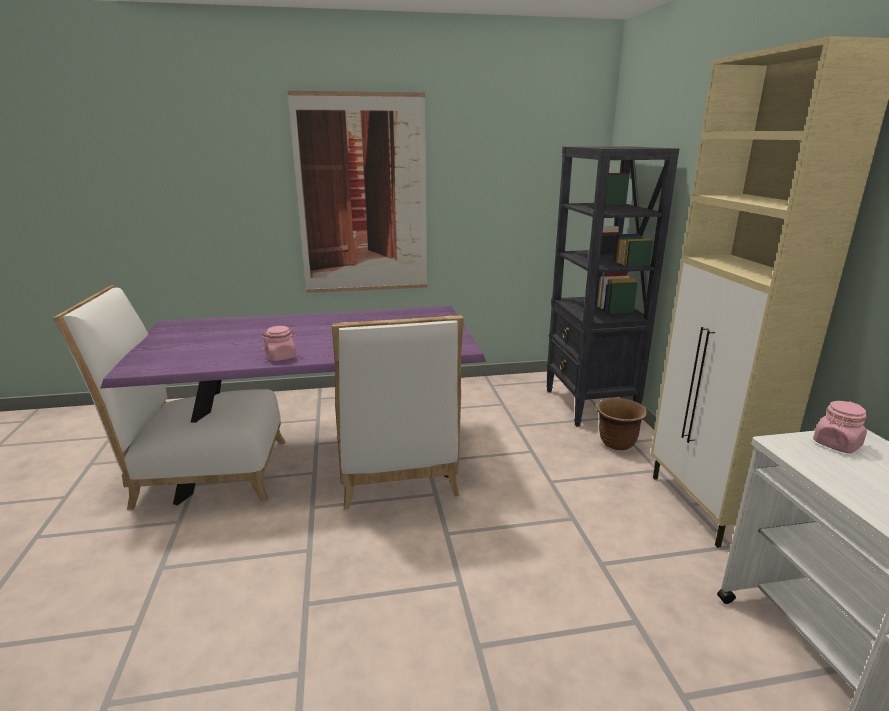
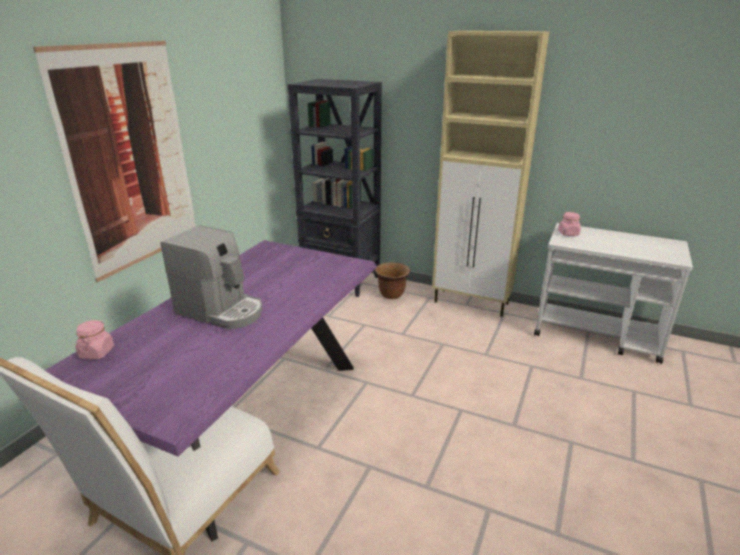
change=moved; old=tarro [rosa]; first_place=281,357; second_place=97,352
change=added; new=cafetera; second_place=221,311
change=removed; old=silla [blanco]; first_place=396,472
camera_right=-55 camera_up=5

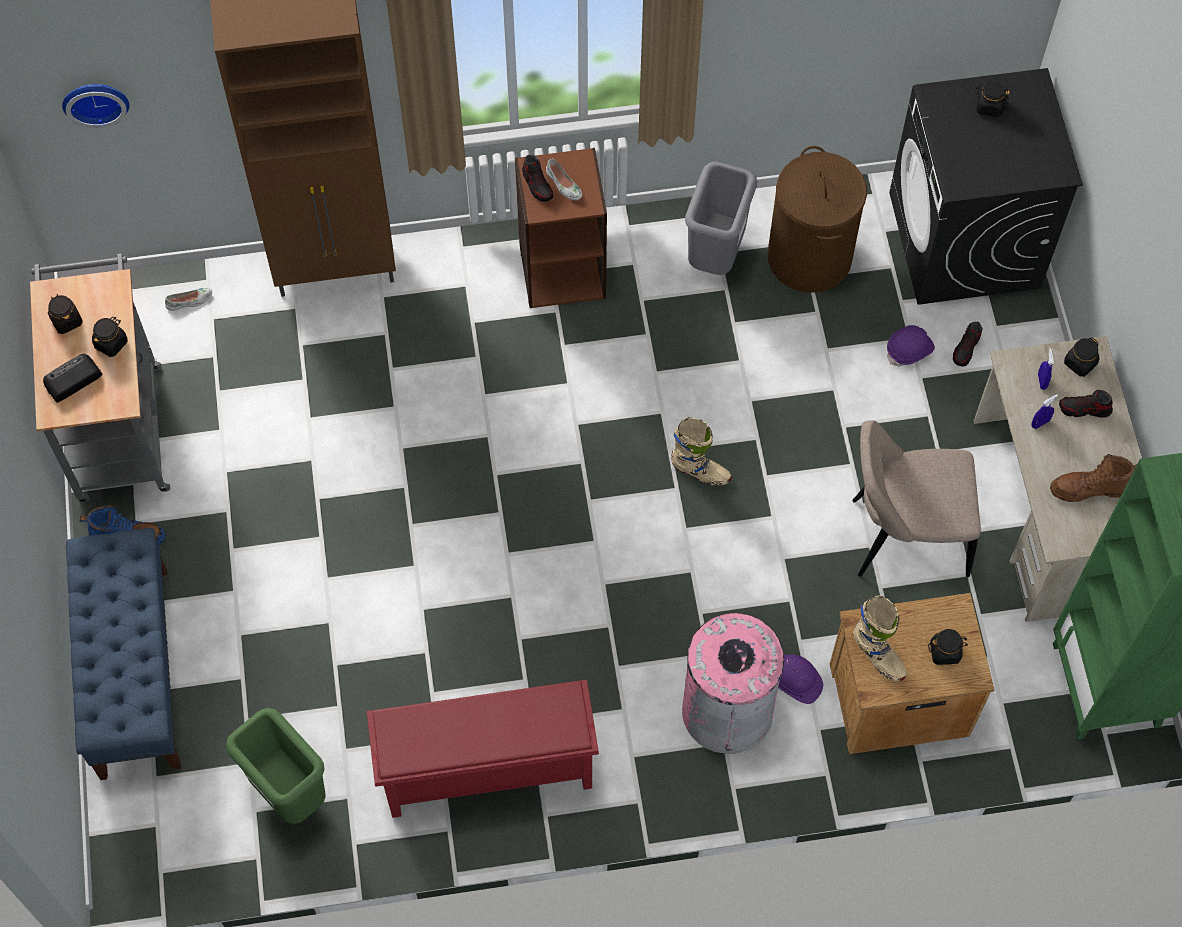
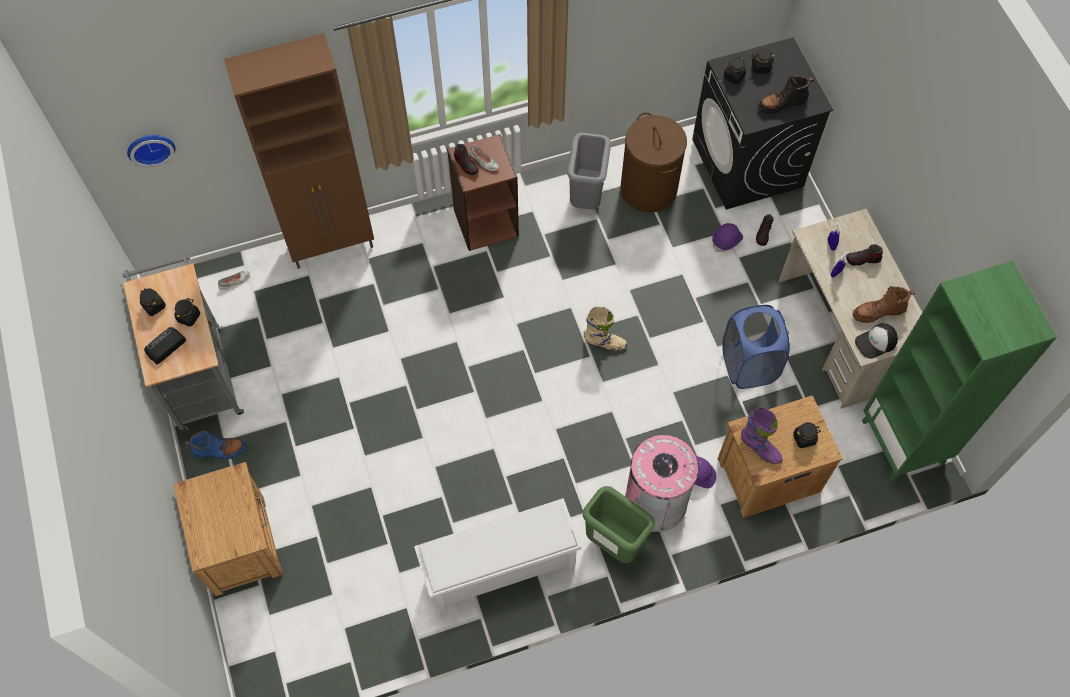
change=replaced; old=banco [azul]; new=mesita de noche [marrón]; first_place=134,672; second_place=240,544
change=recoloured; old=zapatero [rojo]; new=zapatero [blanco]; first_place=486,772; second_place=499,572
change=moved; old=papelera [verde]; first_place=288,793; second_place=613,543
change=replaced; old=silla [beis]; new=cesto de la ropa [azul]; first_place=903,537; second_place=748,365
change=moved; old=tarro [negro]; first_place=1080,363; second_place=734,76
change=recoloured; old=bota [beis]; new=bota [morado]; first_place=878,656; second_place=760,448
change=added; new=bota [negro]; second_place=782,103
change=added; new=gorra; second_place=876,342
camera_right=-10 camera_up=0

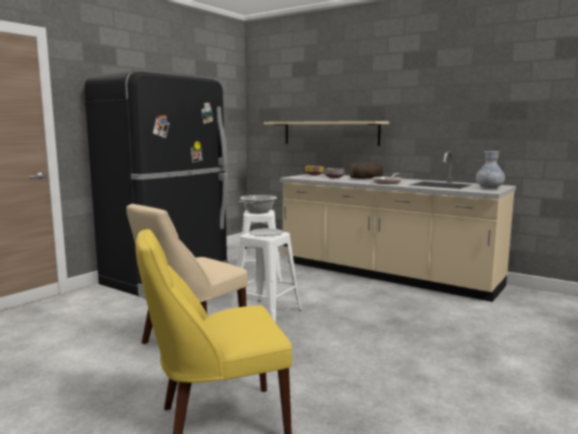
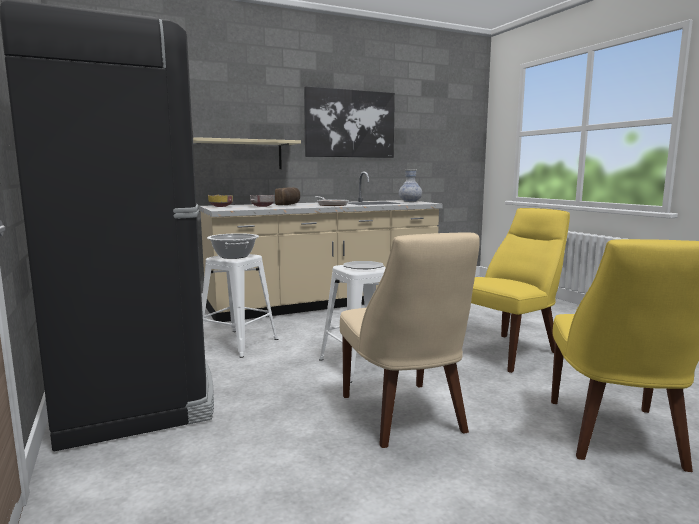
change=added; new=cuadro; second_place=350,124
change=added; new=silla [amarillo]; second_place=509,351
camera_right=-60 camera_up=0

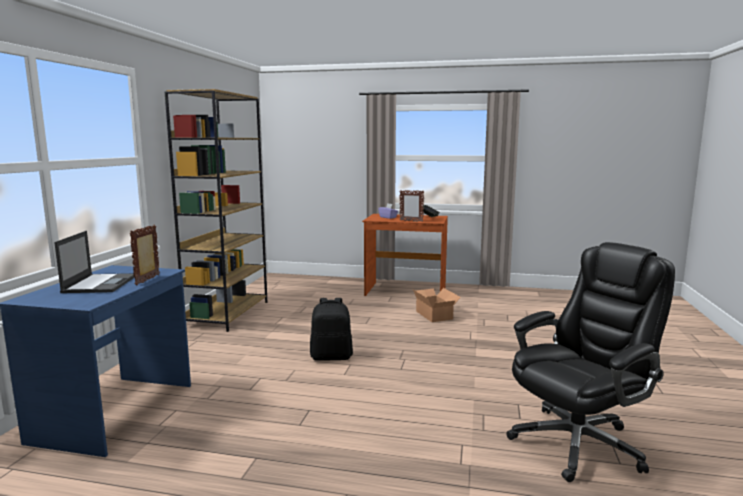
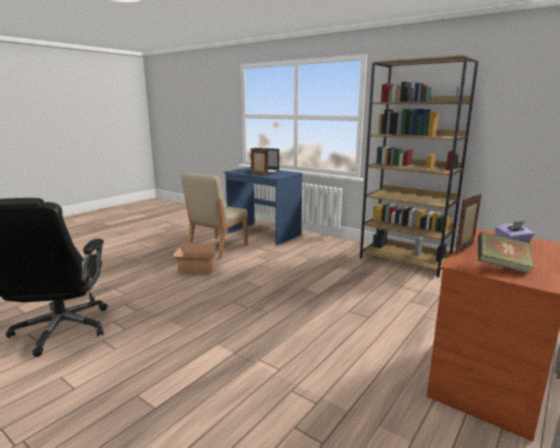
change=moved; old=caja de cartón; first_place=435,314; second_place=198,270
change=added; new=silla [beis]; second_place=217,247
change=removed; old=mochila [negro]; first_place=331,356
camera_right=115 camera_up=5

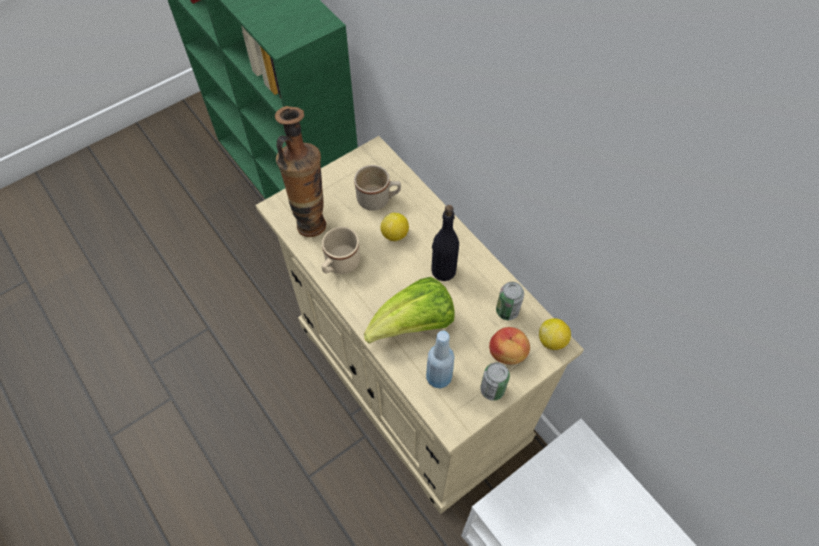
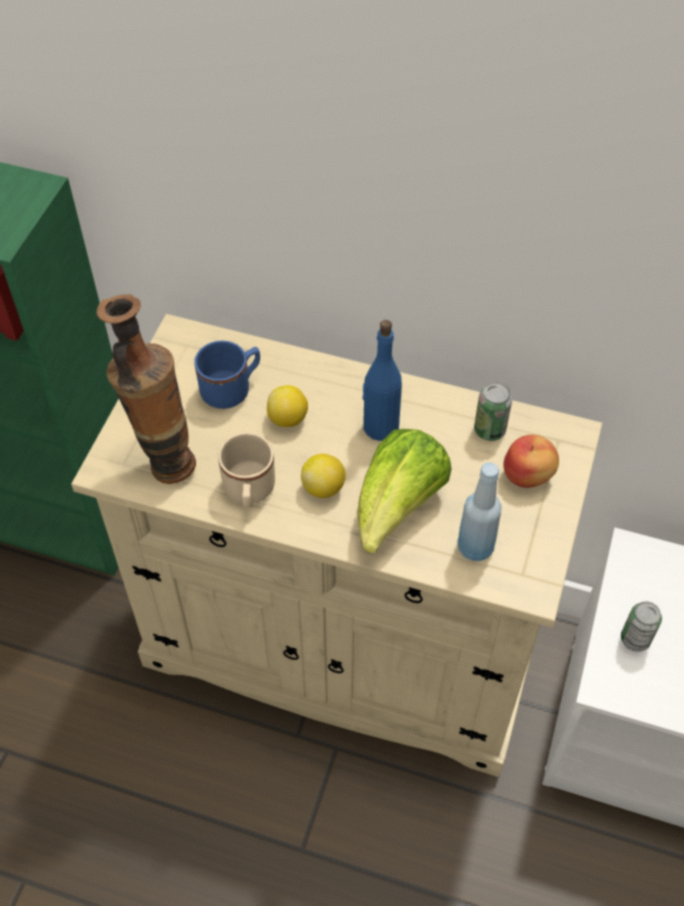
change=recoloured; old=taza grande [beis]; new=taza grande [azul]; first_place=378,199; second_place=232,389
change=moved; old=limón; first_place=552,340; second_place=324,487
change=recoloured; old=botella [negro]; new=botella [azul]; first_place=443,270; second_place=380,427
change=moved; old=lata; first_place=492,389; second_place=635,639
camera_right=-35 camera_up=-5

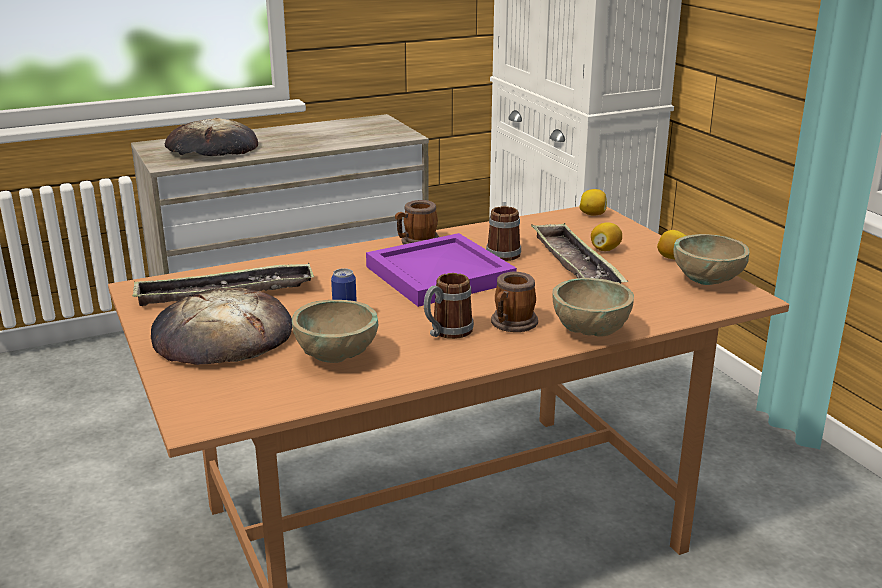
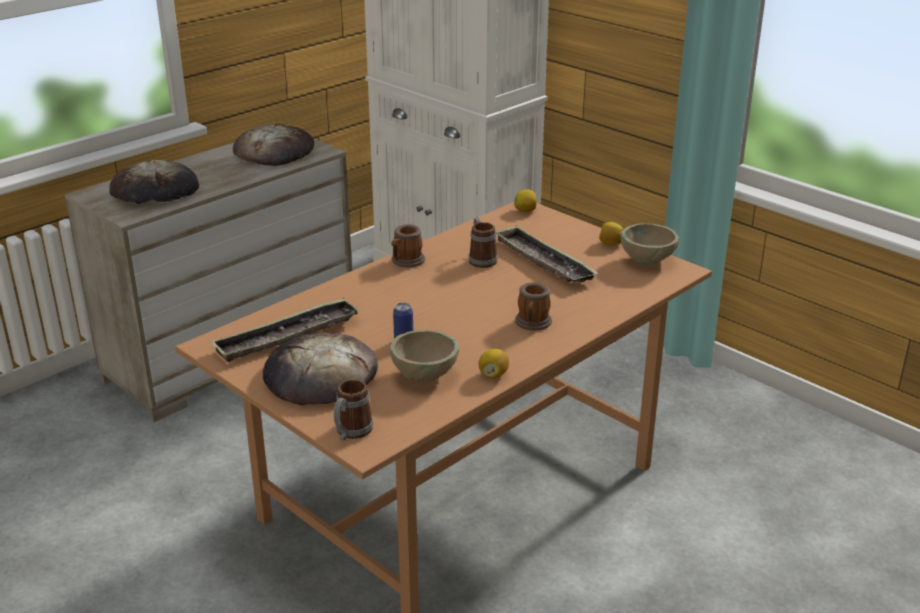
change=added; new=pan; second_place=274,151
change=moved; old=taza grande; first_place=446,333; second_place=350,433
change=moved; old=limón; first_place=605,249; second_place=493,375
change=removed; old=bandeja [morado]; first_place=437,274
change=removed; old=cuenco [beis]; first_place=591,332
camera_right=-20 camera_up=5

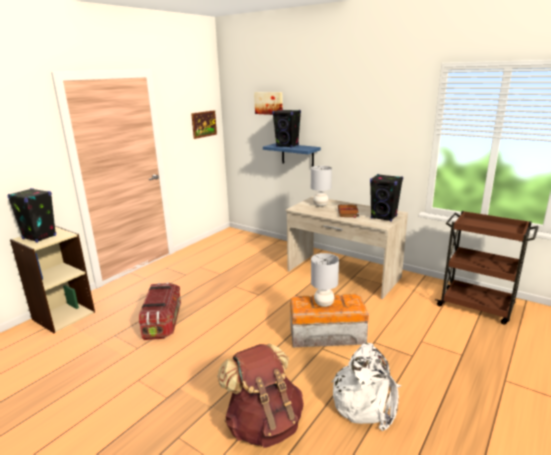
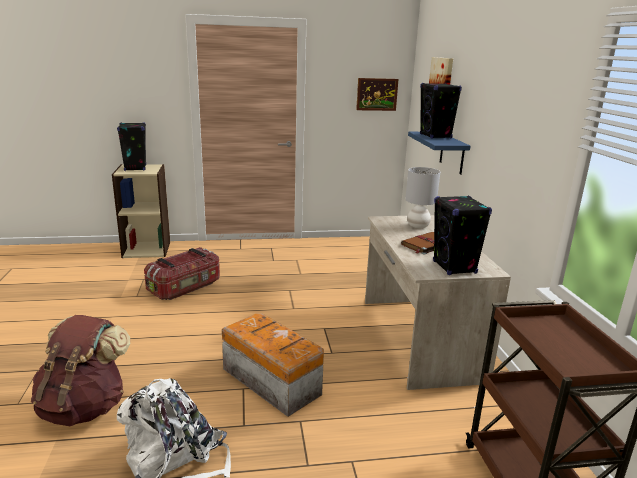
change=removed; old=lámpara de mesa [gris]; first_place=324,303
camera_right=45 camera_up=0

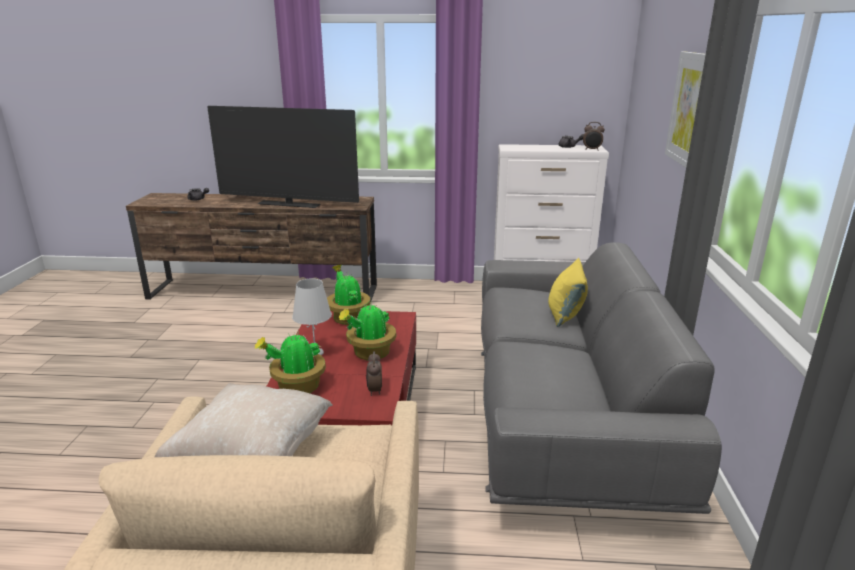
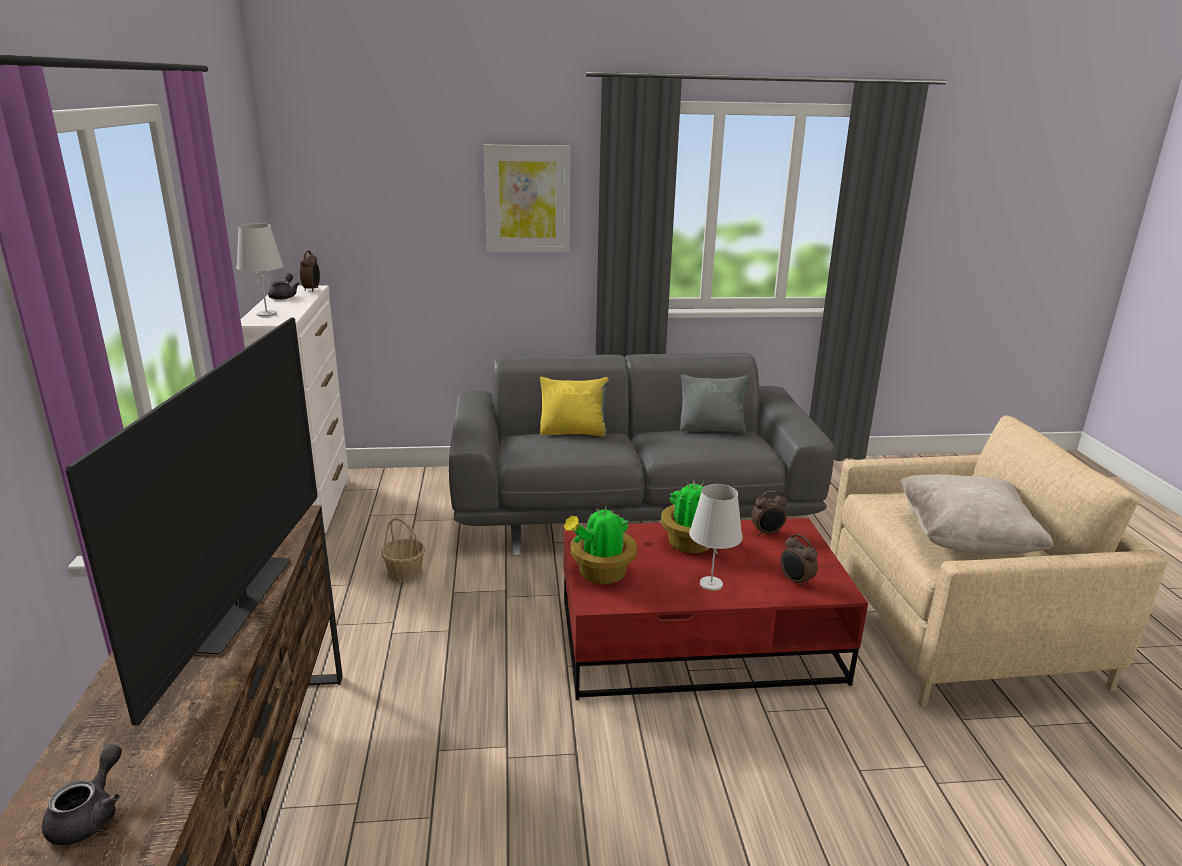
change=added; new=lámpara de mesa [blanco]; second_place=266,314
change=added; new=cesta; second_place=405,573
change=added; new=cojín [gris]; second_place=712,429
change=replaced; old=planta en maceta; new=despertador; first_place=297,387; second_place=795,581
camera_right=-100 camera_up=0

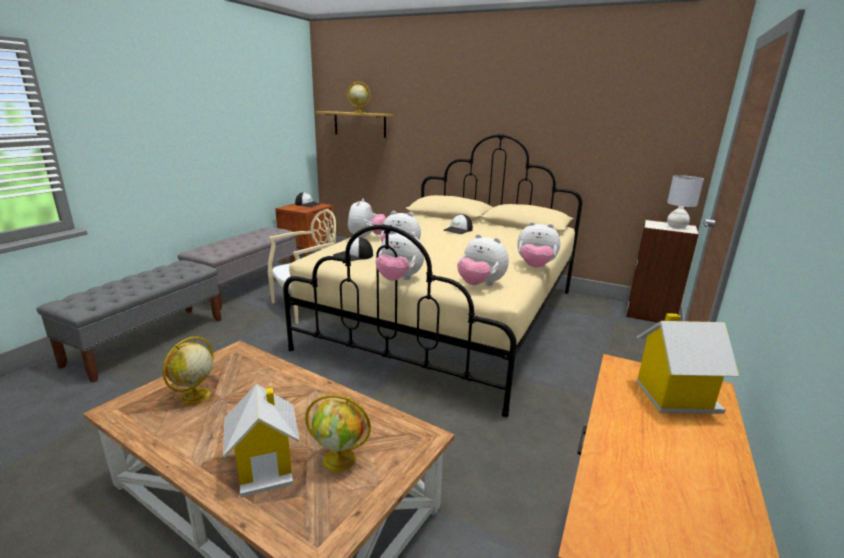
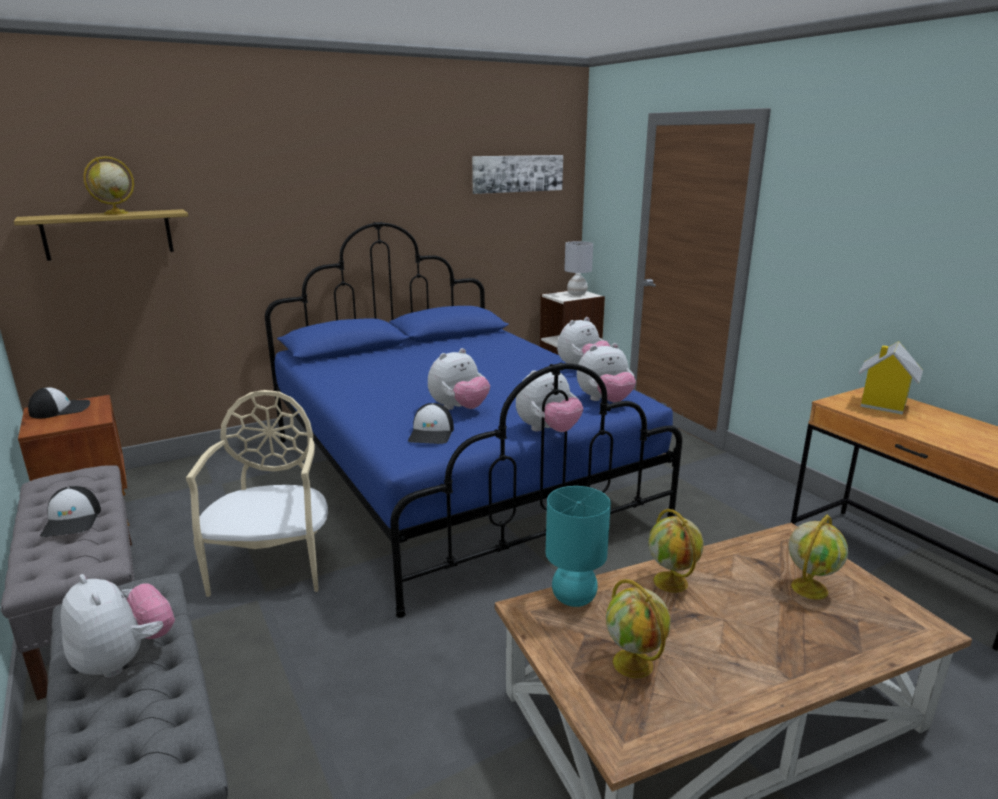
change=moved; old=gorra; first_place=458,230; second_place=72,521
change=moved; old=peluche; first_place=366,237; second_place=124,659
change=recoloured; old=cama [beis]; new=cama [azul]; first_place=450,318; second_place=454,477
change=added; new=cuadro; second_place=517,173
change=added; new=lámpara de mesa [turquesa]; second_place=574,598
change=added; new=globo terráqueo; second_place=671,583
change=removed; old=casita; first_place=266,466
camera_right=-55 camera_up=0

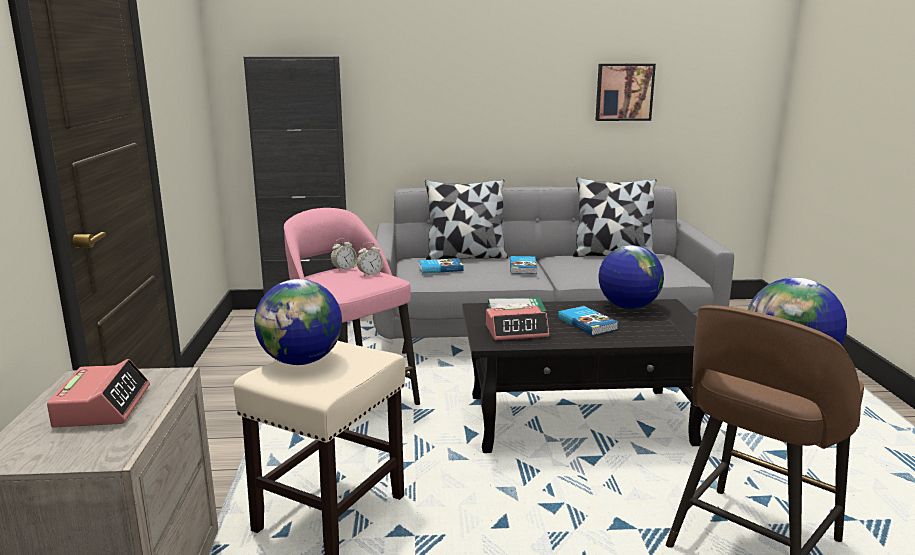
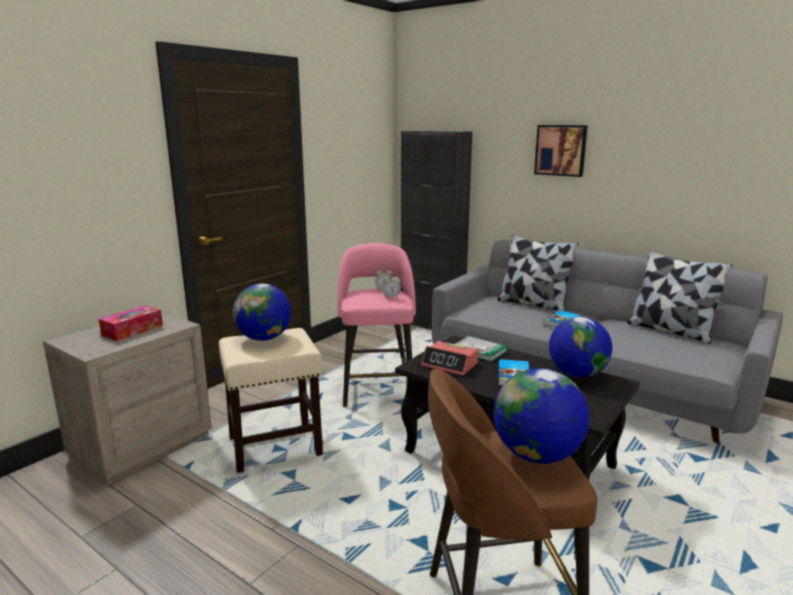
change=replaced; old=despertador; new=caja de pañuelos; first_place=103,406; second_place=132,330
change=moved; old=cuadro; first_place=624,92; second_place=561,150
change=removed; old=libro; first_place=440,268
camera_right=40 camera_up=0

